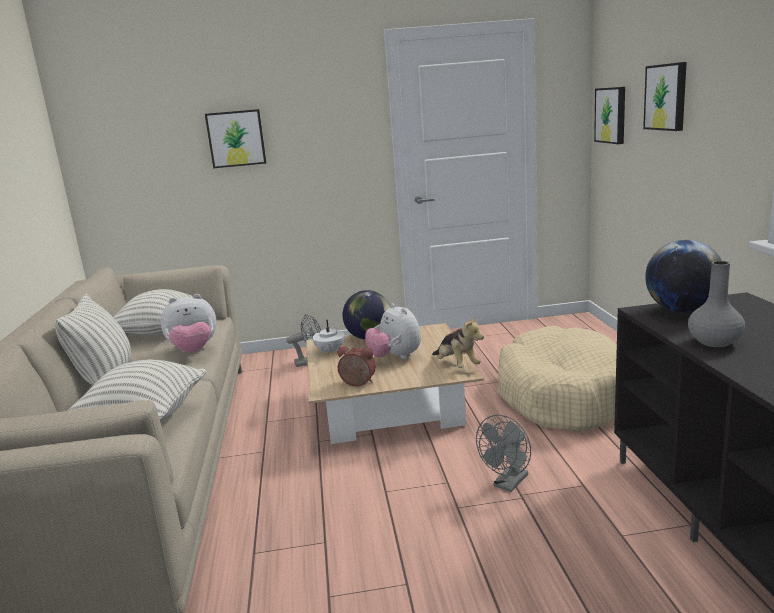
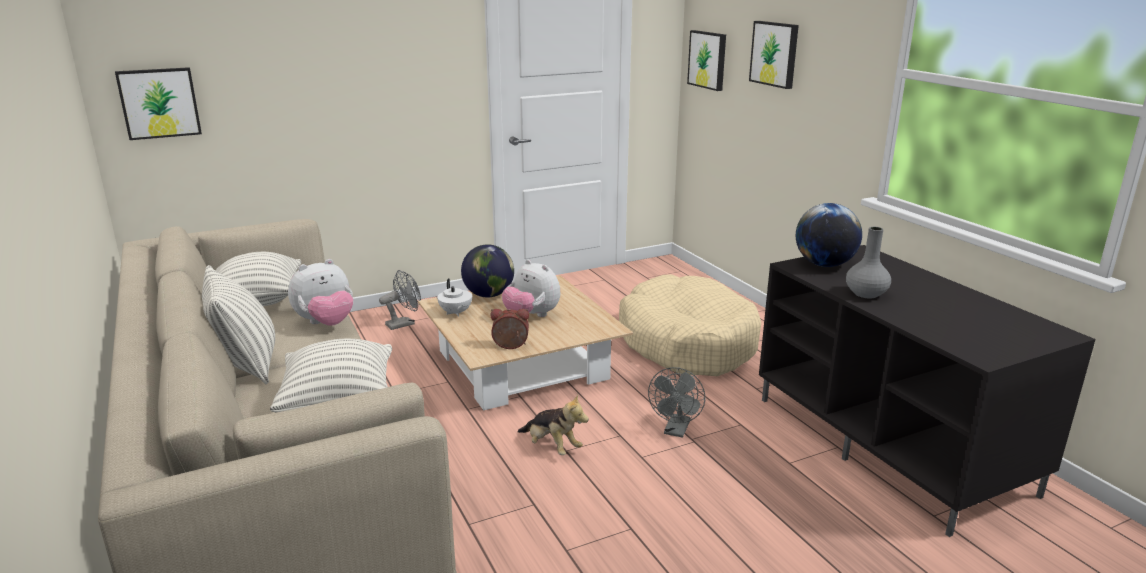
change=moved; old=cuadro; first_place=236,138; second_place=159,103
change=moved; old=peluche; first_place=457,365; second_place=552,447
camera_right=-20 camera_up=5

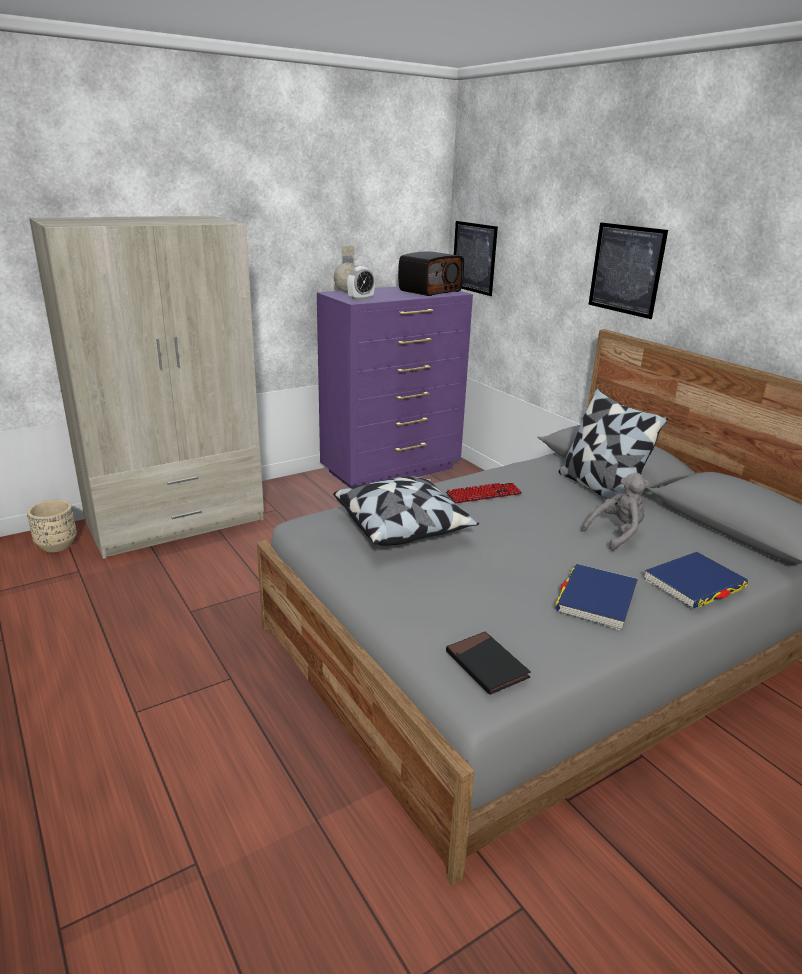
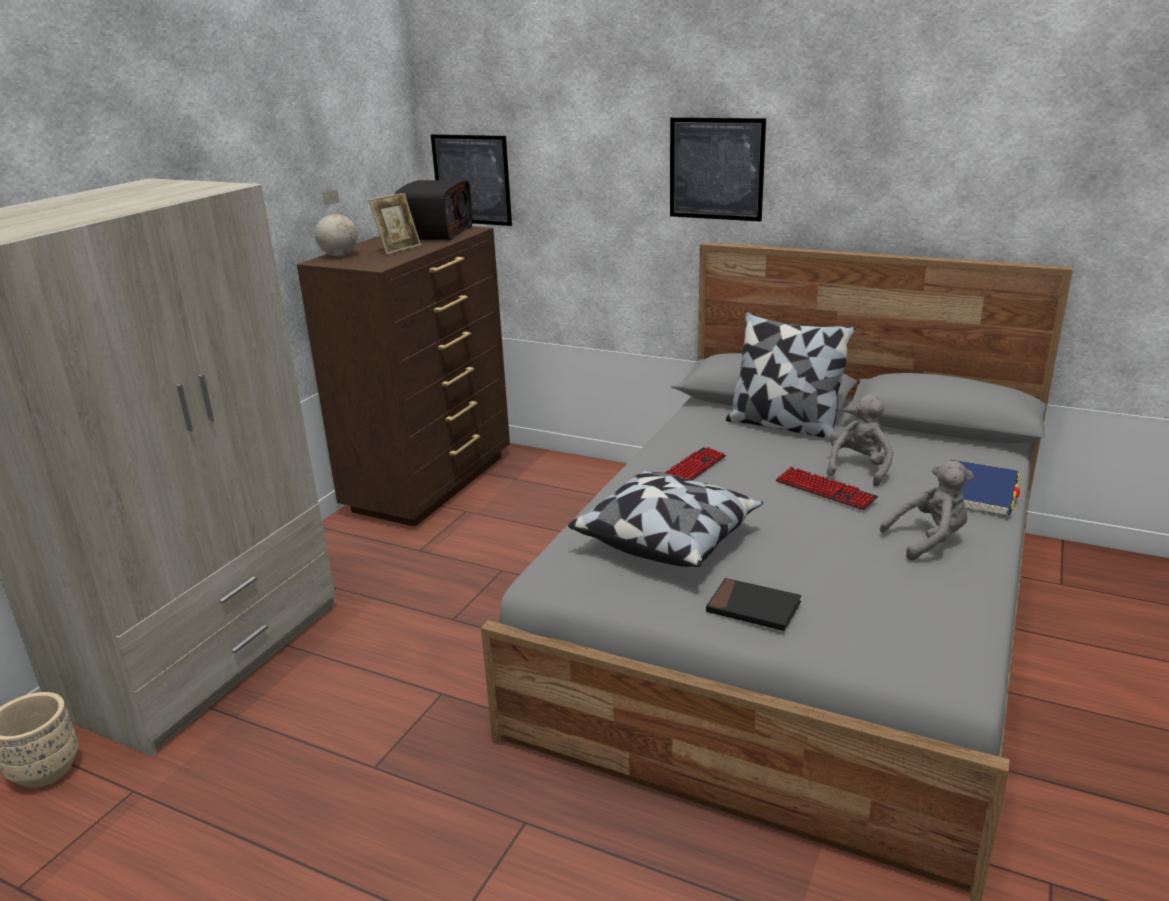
change=recoloured; old=cómoda [morado]; new=cómoda [marrón]; first_place=392,470; second_place=432,483
change=added; new=portarretratos; second_place=398,249
change=moved; old=libro [negro]; first_place=486,666; second_place=753,608
change=added; new=teclado; second_place=825,490
change=replaced; old=libro [azul]; new=peluche [gris]; first_place=596,599; second_place=929,540
change=removed; old=despertador; first_place=361,299
camera_right=-30 camera_up=0

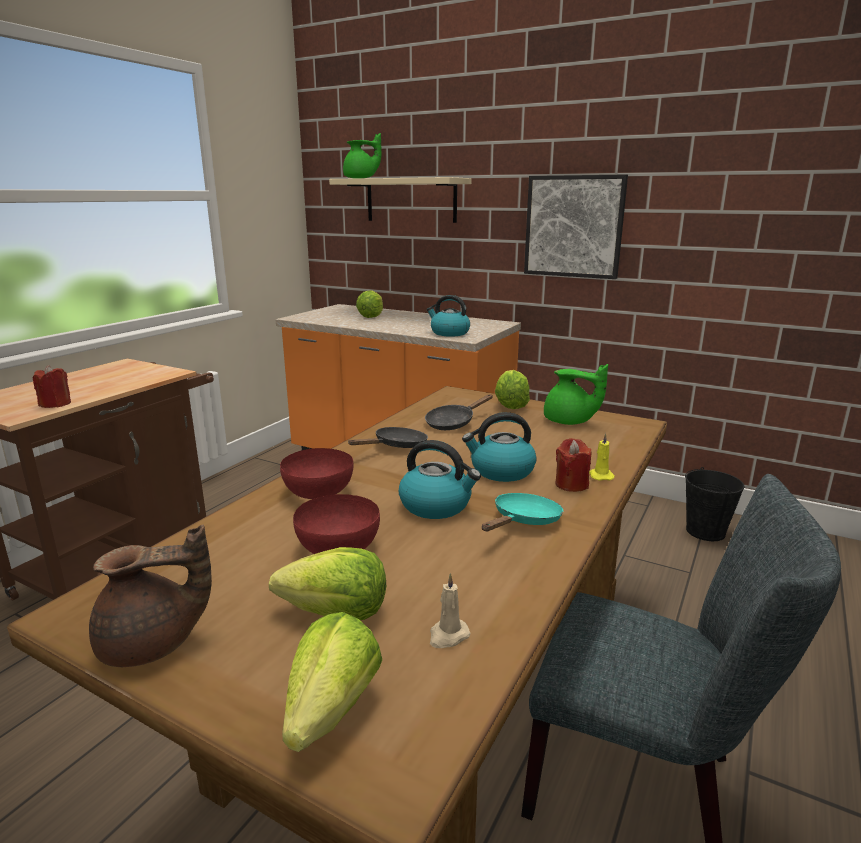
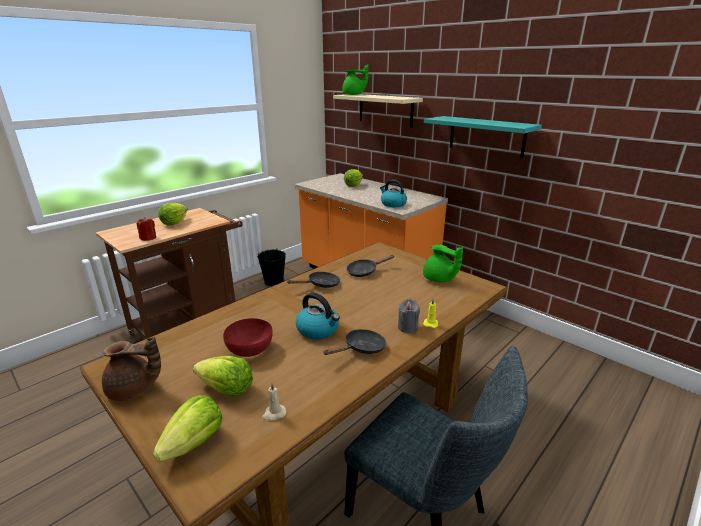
change=moved; old=lechuga; first_place=511,404; second_place=174,223
change=moved; old=cubo [negro]; first_place=705,531; second_place=274,281
change=recoloured; old=sartén [turquesa]; new=sartén [negro]; first_place=523,521; second_place=361,348
change=recoloured; old=vela [rojo]; new=vela [gris]; first_place=571,484; second_place=407,327
change=replaced; old=cuadro; new=estante [turquesa]; first_place=574,226; second_place=486,136
change=removed; old=cuenco [rojo]; first_place=319,491
change=removed; old=hervidor; first_place=501,471
camera_right=15 camera_up=5

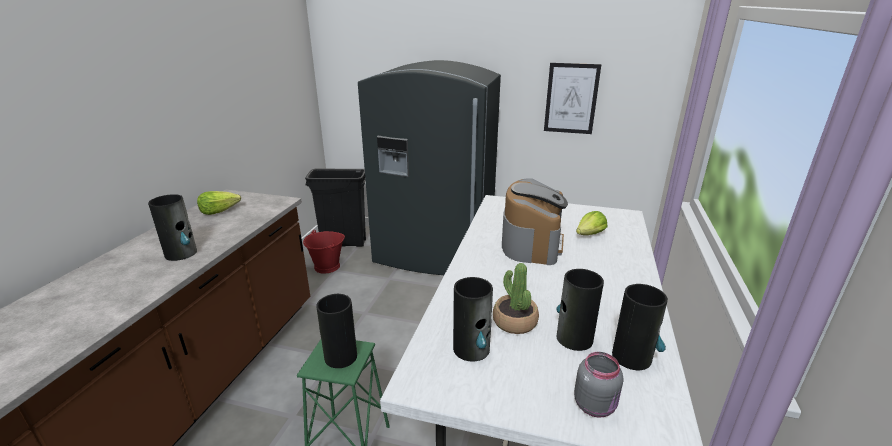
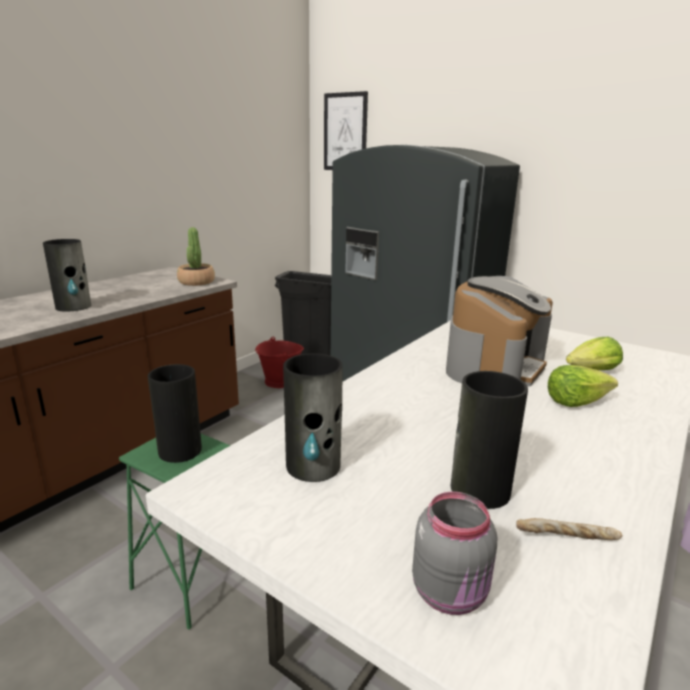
change=moved; old=planta en maceta; first_place=514,322; second_place=196,282
change=moved; old=cuadro; first_place=571,98; second_place=345,132
change=replaced; old=florero; new=pan; first_place=632,357; second_place=567,539
change=moved; old=lechuga; first_place=219,211; second_place=575,401
camera_right=20 camera_up=-5

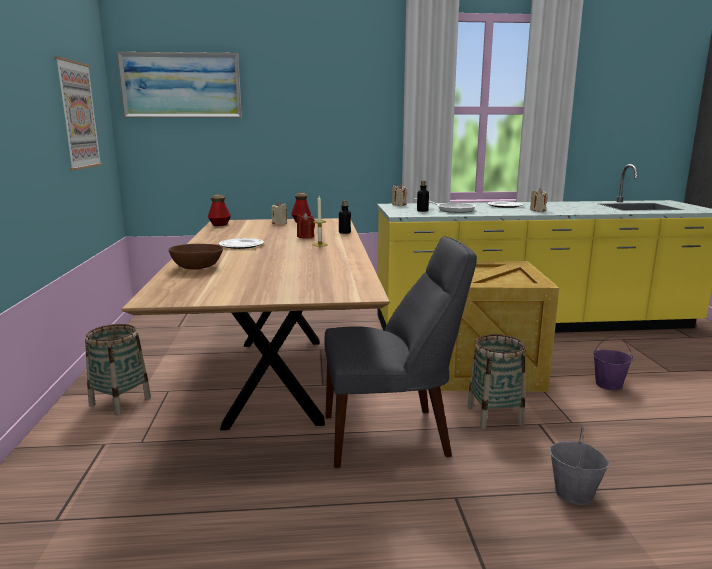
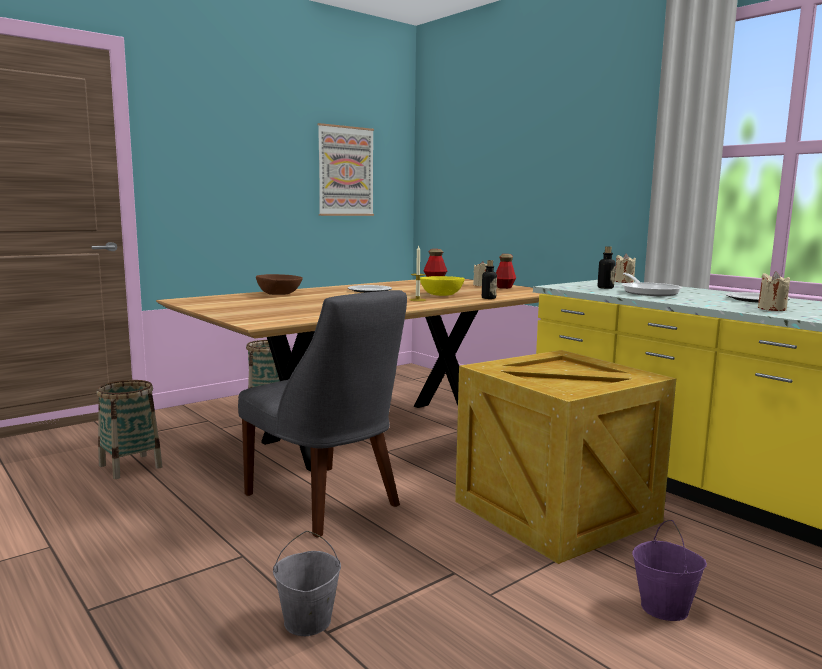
change=moved; old=cesta; first_place=494,416; second_place=130,466
change=replaced; old=vela [rojo]; new=cuenco [amarillo]; first_place=305,237; second_place=441,295
change=removed; old=cuadro; first_place=181,85
camera_right=55 camera_up=-5

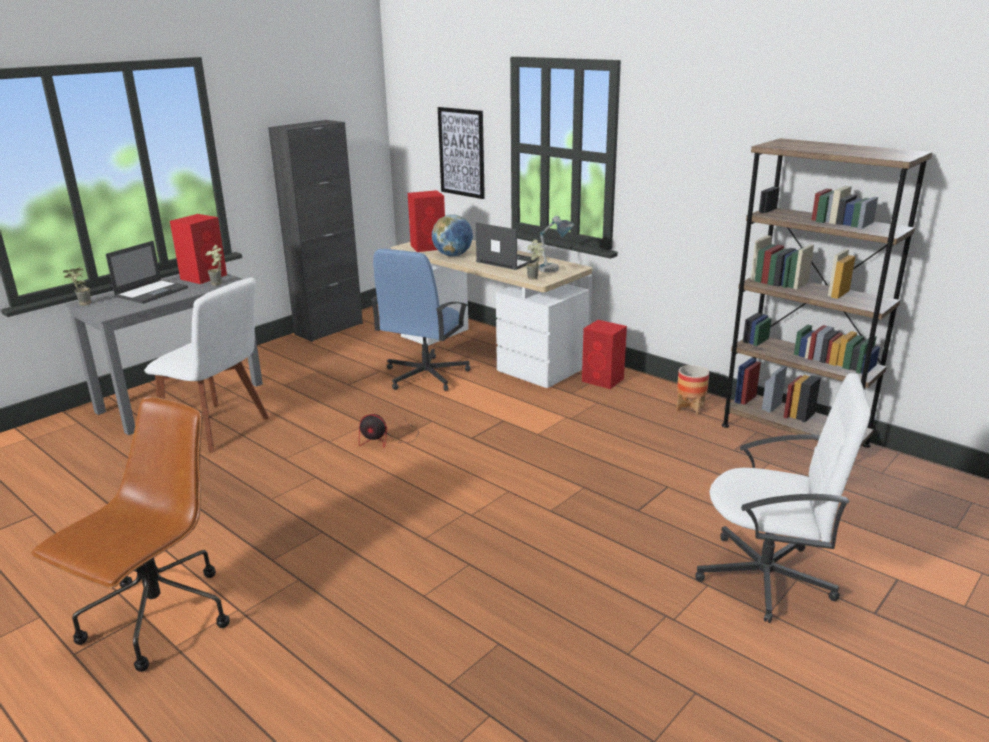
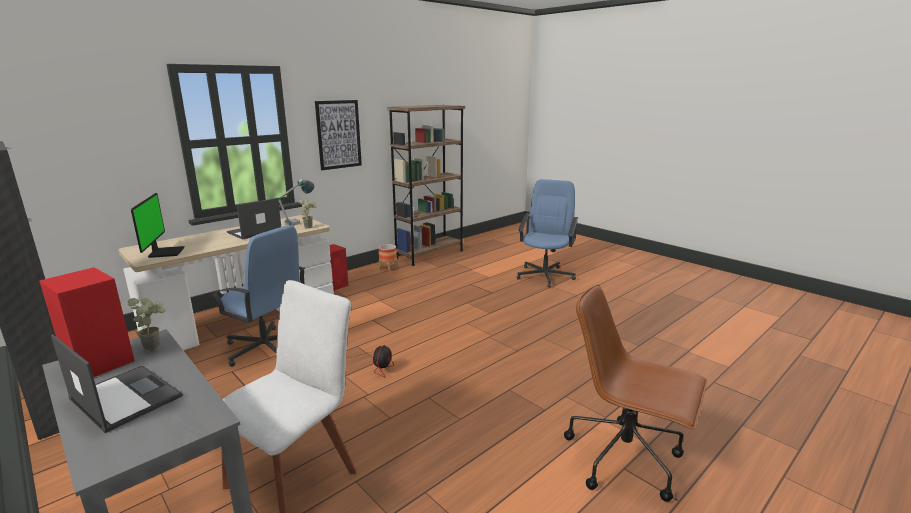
change=replaced; old=altavoz [rojo]; new=monitor; first_place=429,247; second_place=165,252
change=moved; old=cuadro; first_place=461,152; second_place=338,134
change=recoloured; old=silla de oficina [blanco]; new=silla de oficina [azul]; first_place=767,577; second_place=545,276
change=removed; old=planta en maceta; first_place=81,304
change=removed; old=globo terráqueo; first_place=453,255
camera_right=-85 camera_up=-5

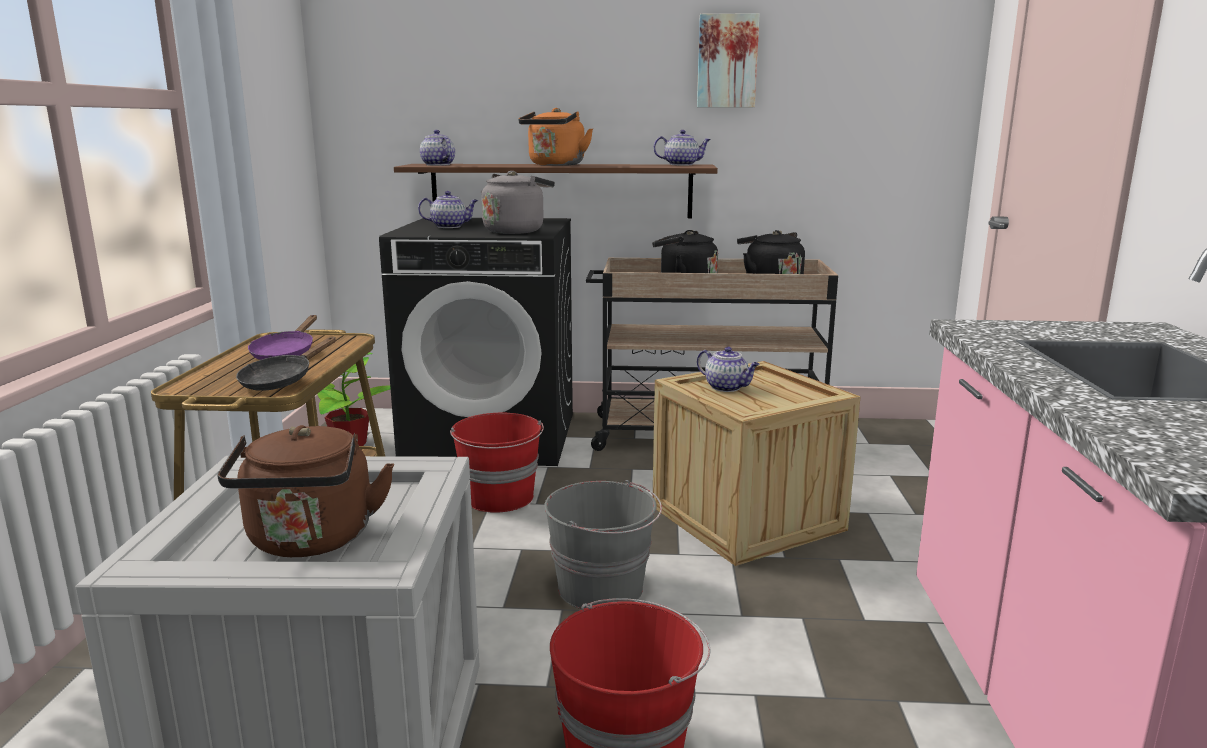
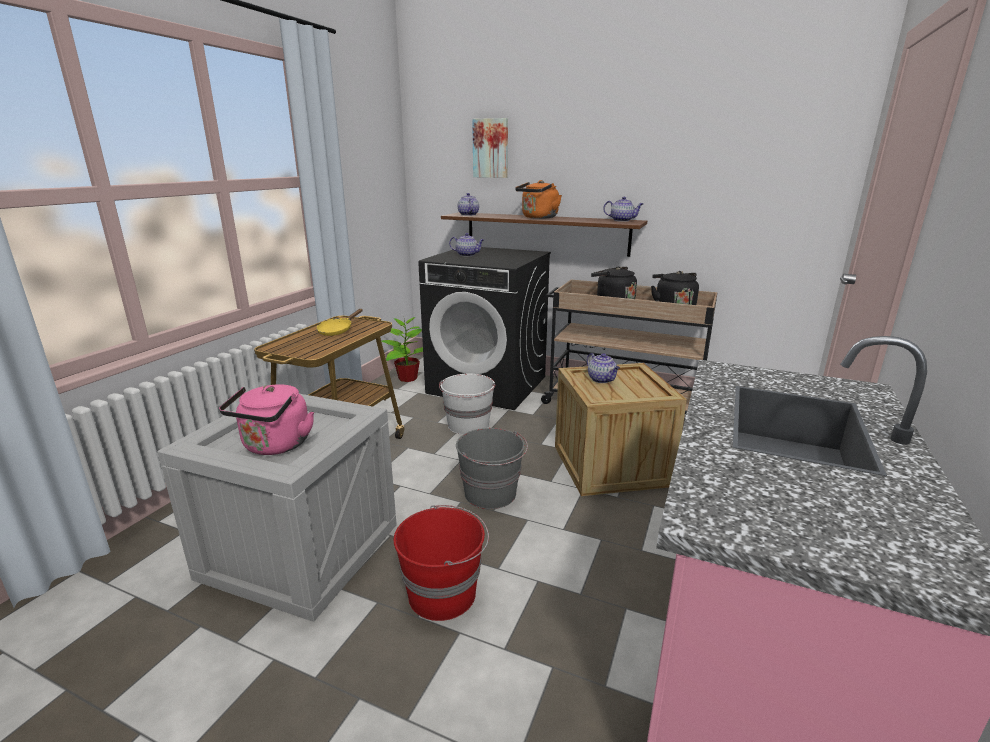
change=recoloured; old=hervidor [marrón]; new=hervidor [rosa]; first_place=311,541; second_place=275,446
change=recoloured; old=sartén [morado]; new=sartén [amarillo]; first_place=286,353; second_place=337,330
change=recoloured; old=cubo [rojo]; new=cubo [blanco]; first_place=500,498; second_place=468,425
change=moved; old=cuadro; first_place=727,61; second_place=491,148
change=removed; old=sartén [negro]; first_place=281,380
change=removed; old=hervidor [gris]; first_place=516,231
camera_right=20 camera_up=5

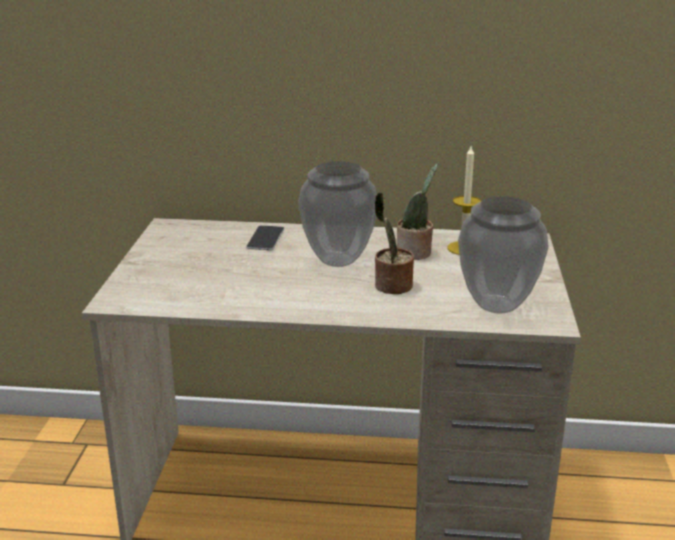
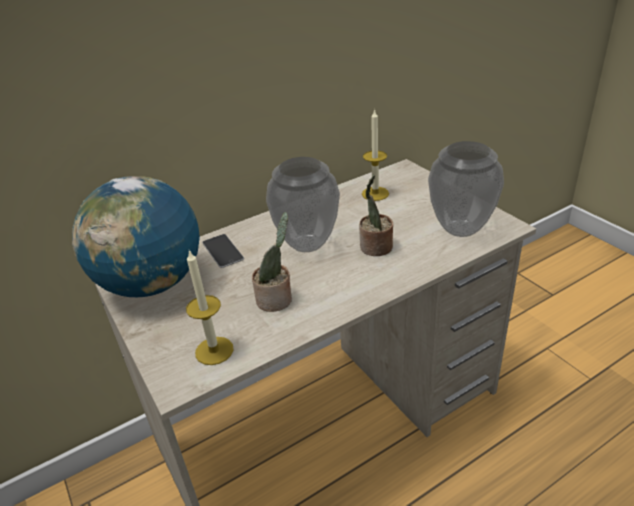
change=added; new=globo terráqueo; second_place=152,284
change=added; new=vela; second_place=214,350
change=moved; old=planta en maceta; first_place=415,253; second_place=276,300
camera_right=-35 camera_up=10

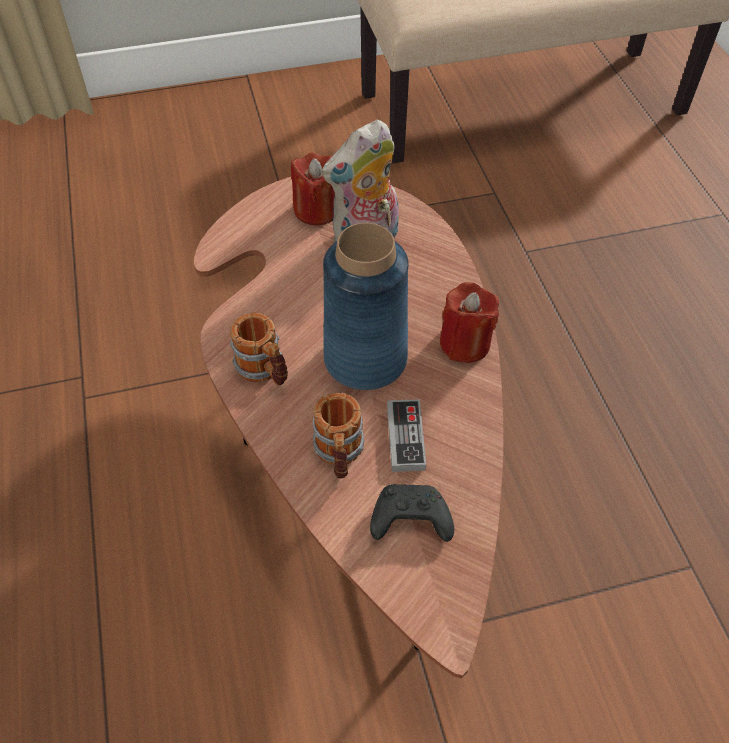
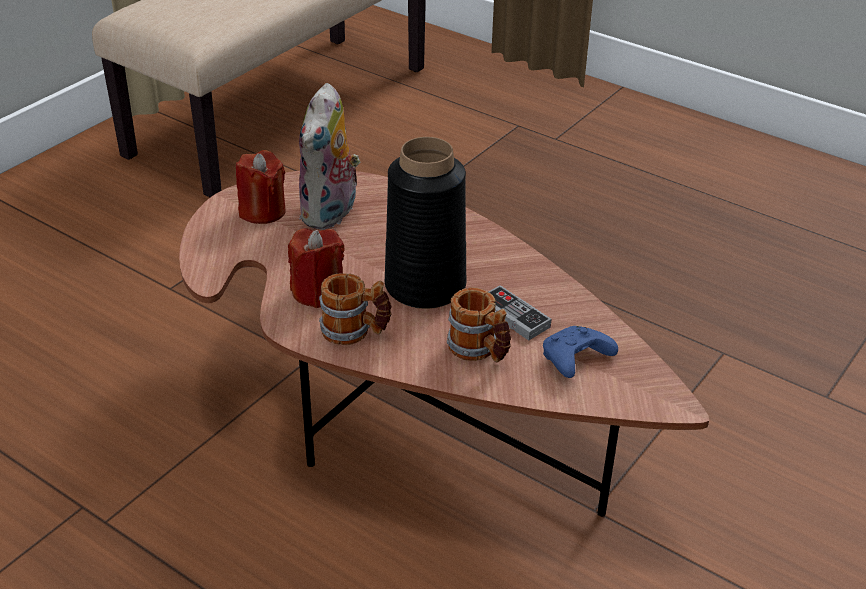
change=moved; old=vela [rojo]; first_place=465,343; second_place=317,292
change=recoloured; old=florero [azul]; new=florero [negro]; first_place=365,358; second_place=425,285
change=recoloured; old=mando de consola [negro]; new=mando de consola [azul]; first_place=409,520; second_place=574,360
camera_right=-40 camera_up=-15

